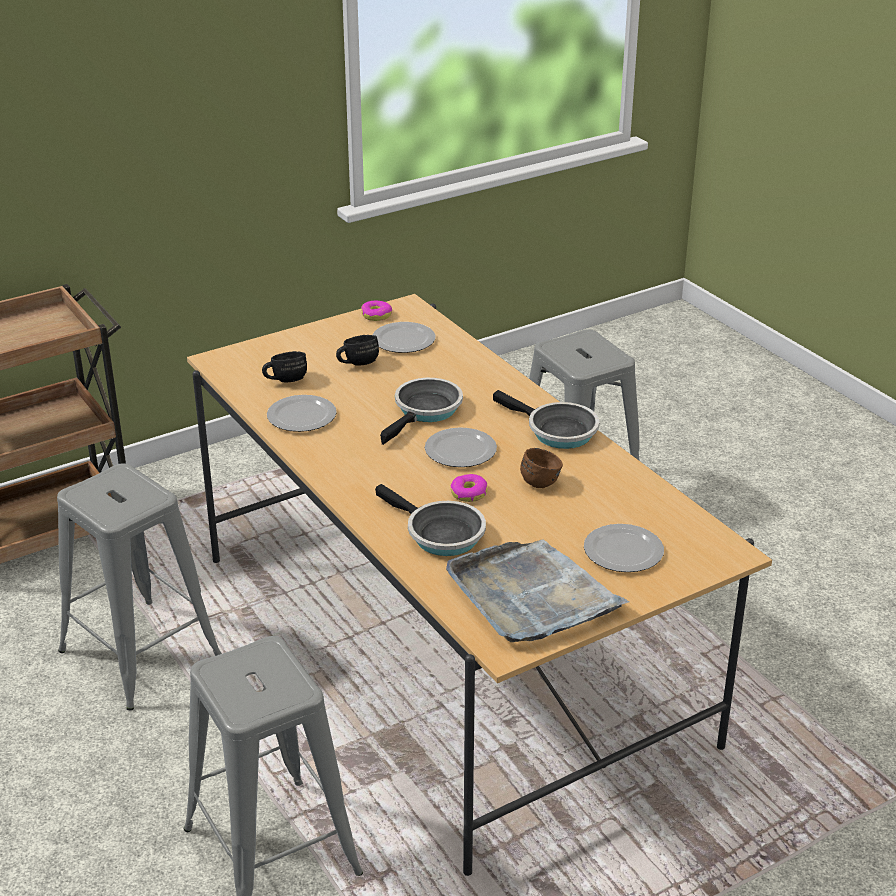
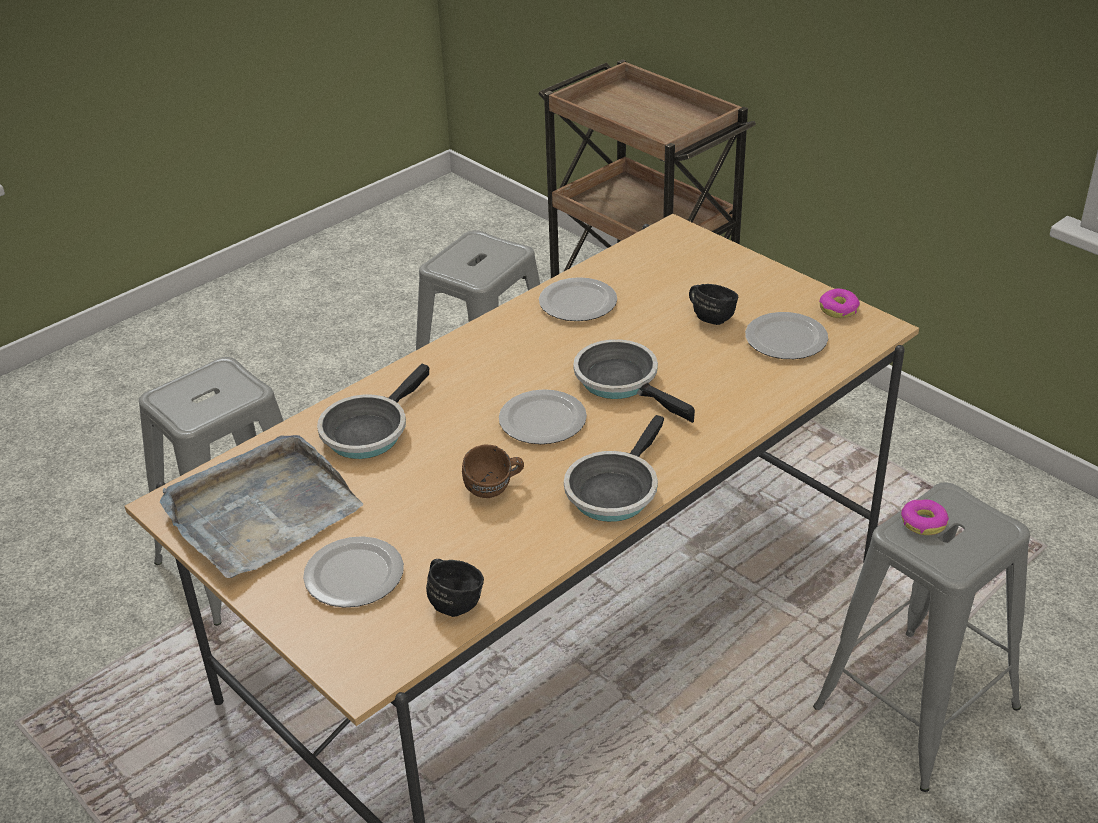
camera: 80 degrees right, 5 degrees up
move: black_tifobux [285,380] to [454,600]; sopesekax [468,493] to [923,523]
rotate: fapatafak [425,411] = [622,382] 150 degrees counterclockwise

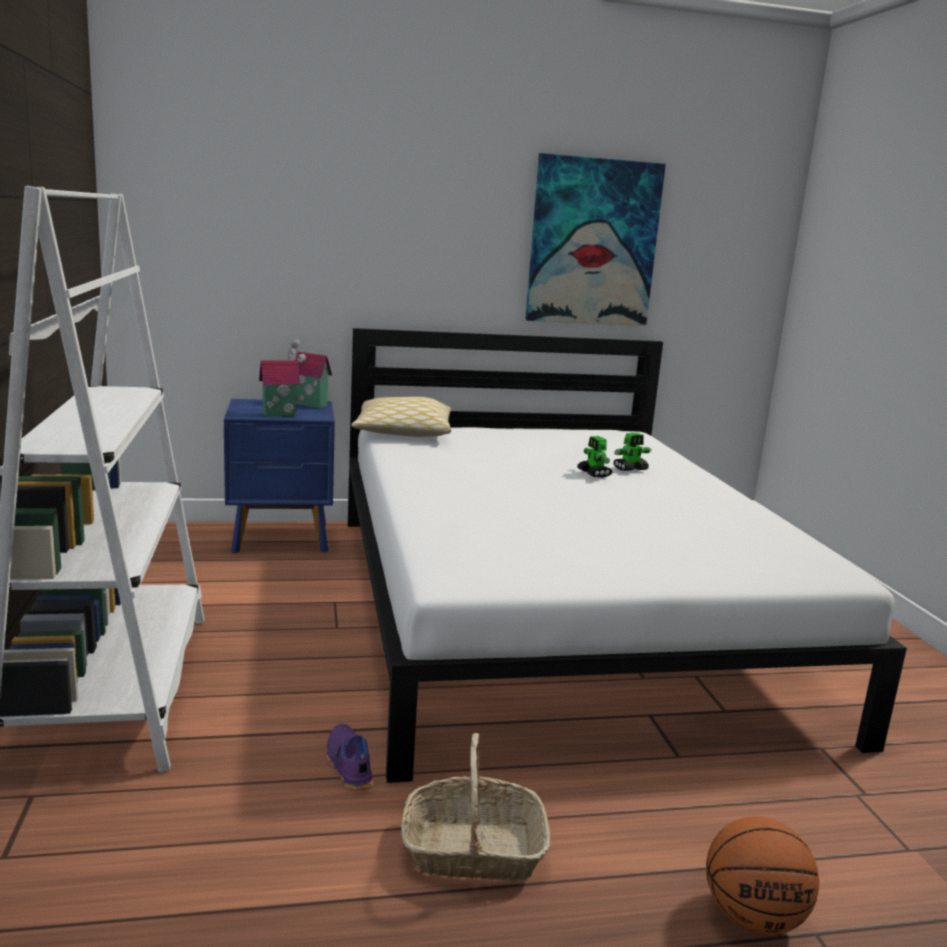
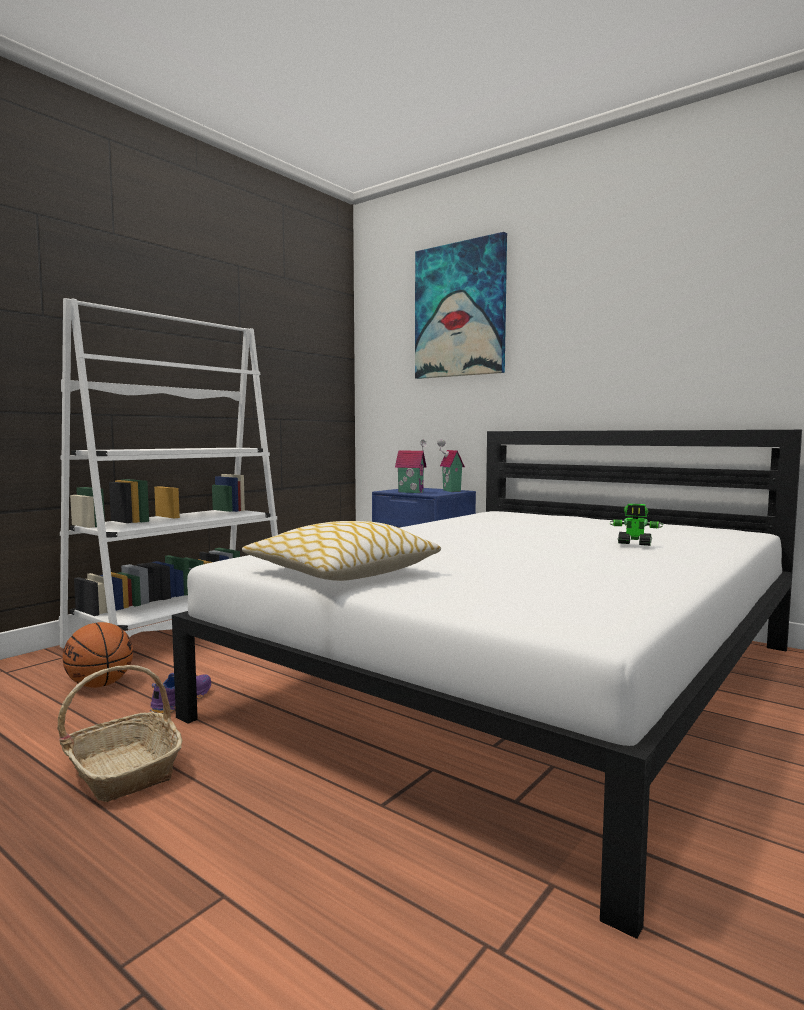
camera: 50 degrees right, 10 degrees down
delete: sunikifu [594,474]
move: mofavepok [403,432] to [341,573]; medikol [593,242] to [460,310]; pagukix [753,918] to [99,685]

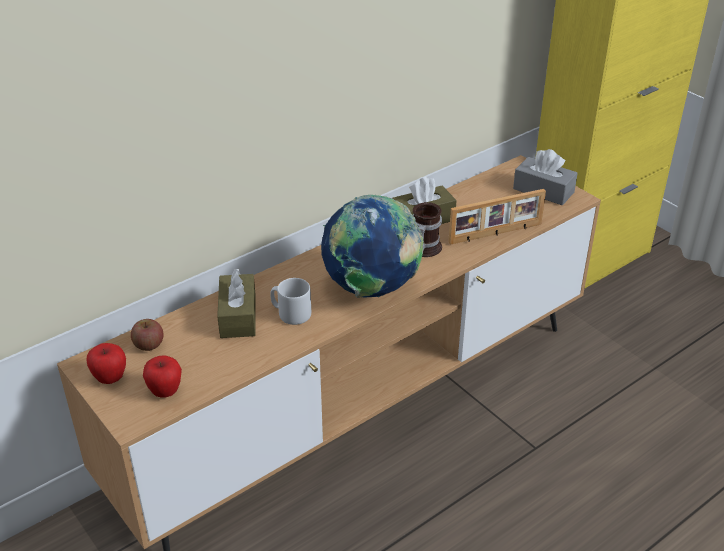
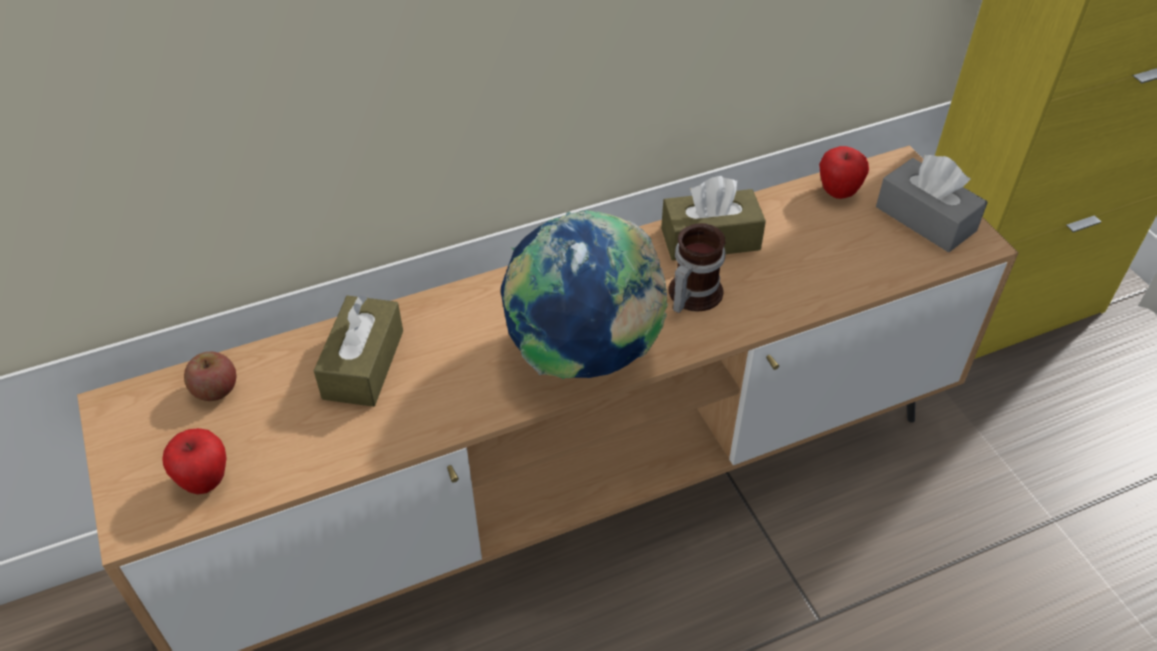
camera: 15 degrees right, 10 degrees up
delete: grey_tifobux [291,314]; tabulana [496,234]
move: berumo [110,378] to [838,192]

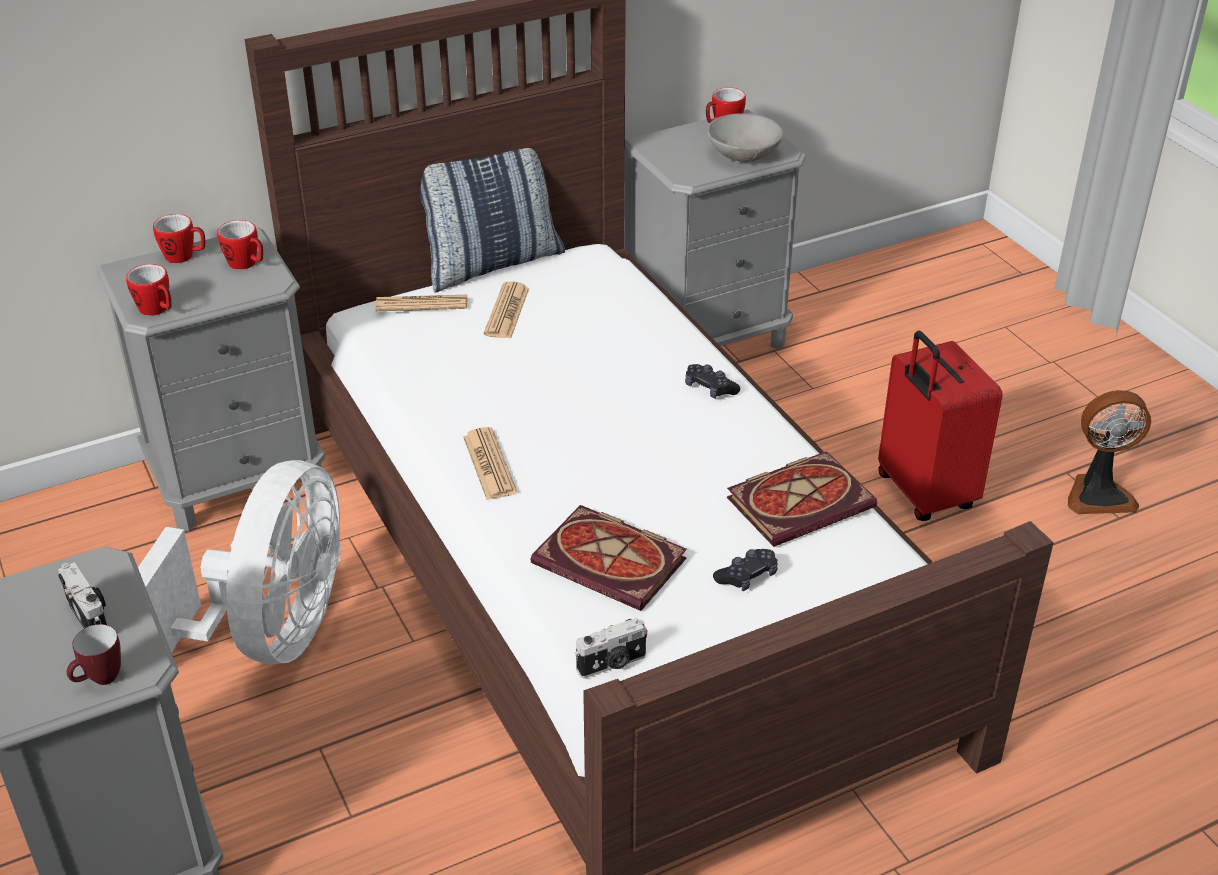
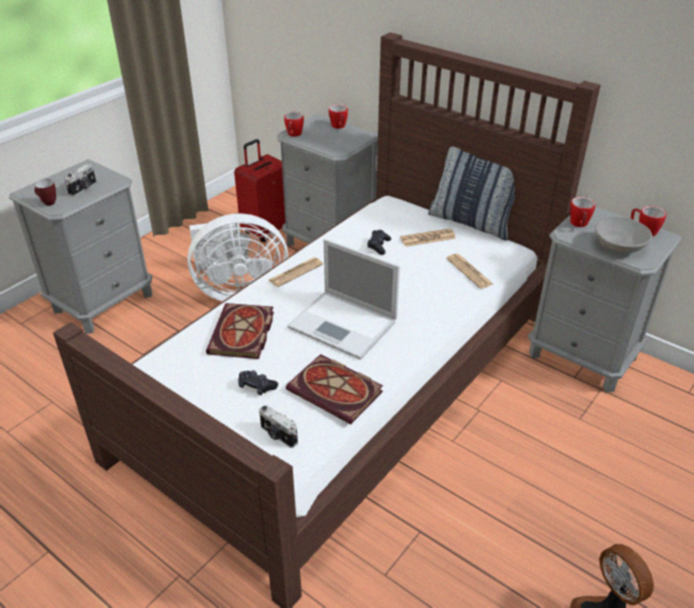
camera: 65 degrees right, 0 degrees up
insert: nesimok [344,325]
move: tifobux [247,264] to [579,225]; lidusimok [422,304] to [469,271]; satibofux [612,664] to [278,435]; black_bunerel [710,388] to [378,246]; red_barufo [923,493] to [267,230]

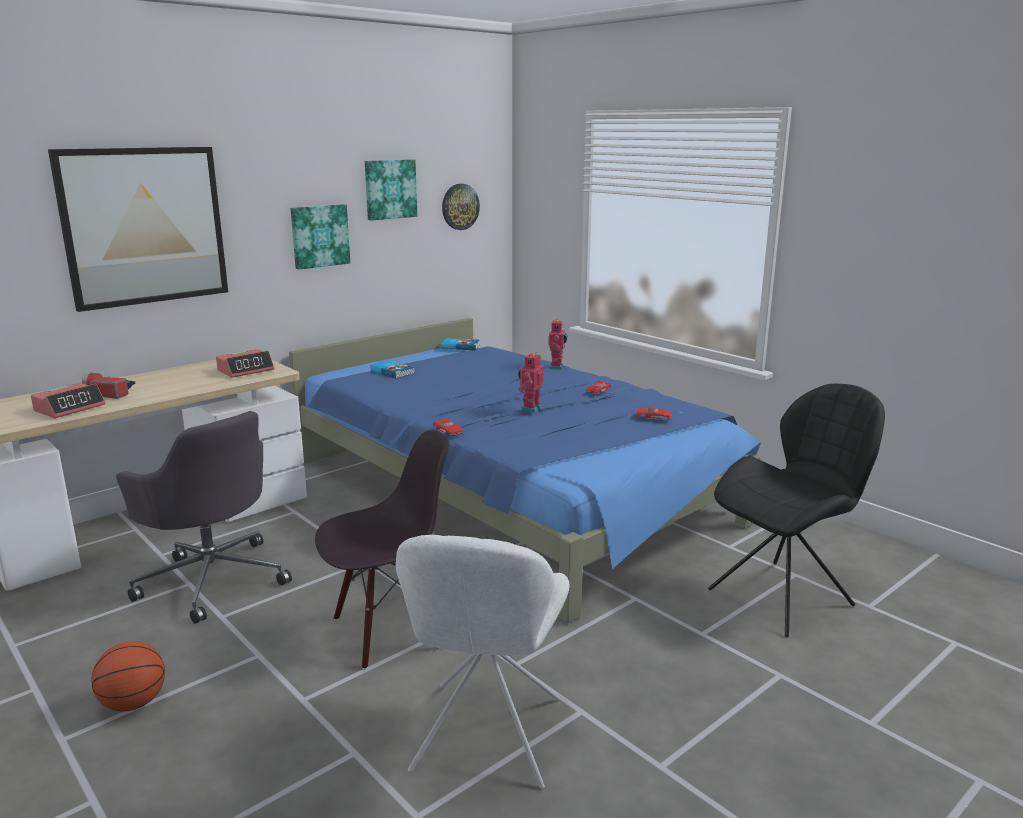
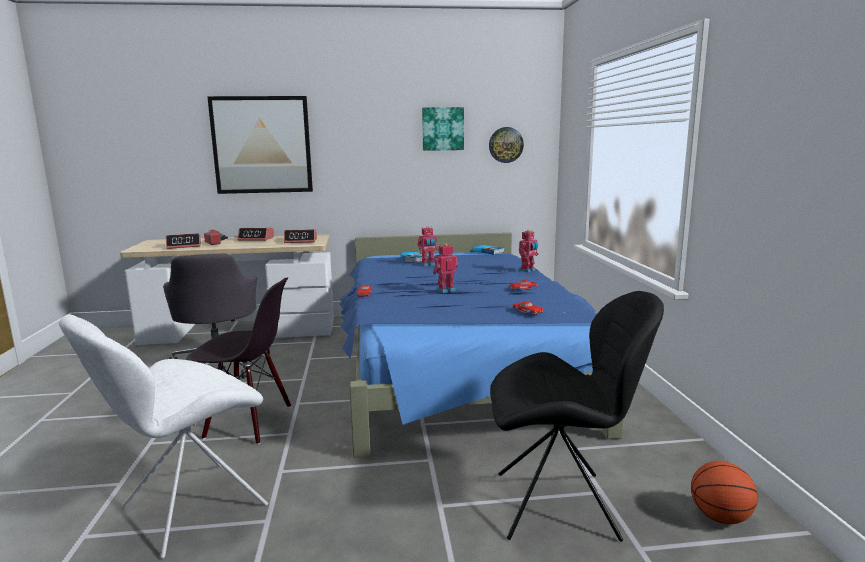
camera: 35 degrees right, 5 degrees down
delete: medikol [319,236]
insert: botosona [256,239]; sunikifu [428,265]
move: pagukix [133,703] to [720,517]

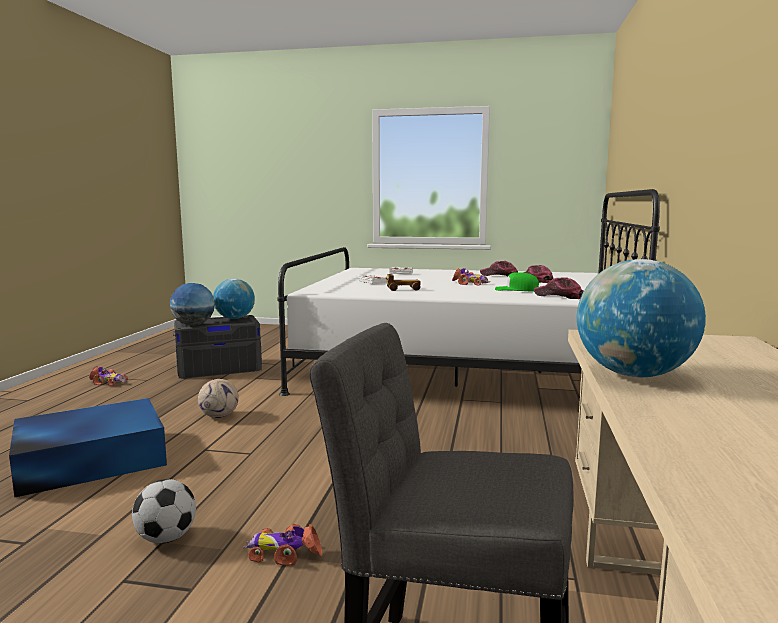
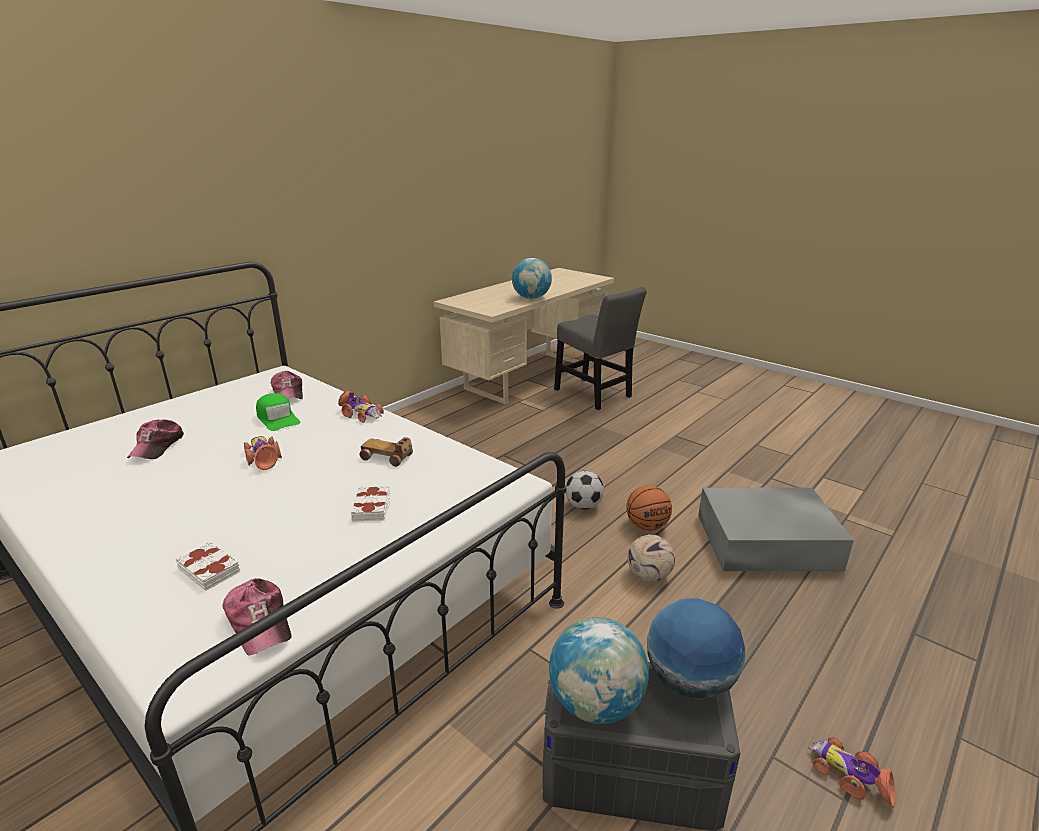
camera: 150 degrees left, 15 degrees up
insert: pagukix [647,526]
move: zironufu [166,539] to [583,506]; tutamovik [284,553] to [360,413]; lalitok [499,275] to [260,622]
recolor: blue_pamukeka [89,460] to grey_pamukeka [769,542]

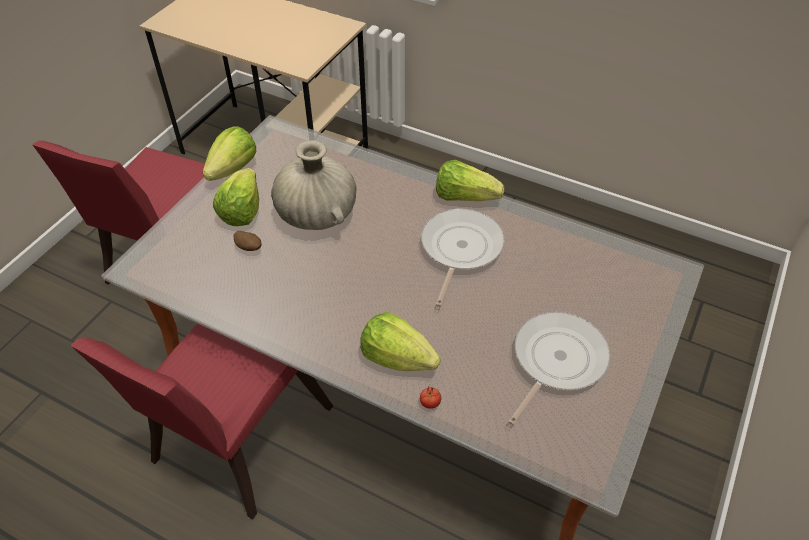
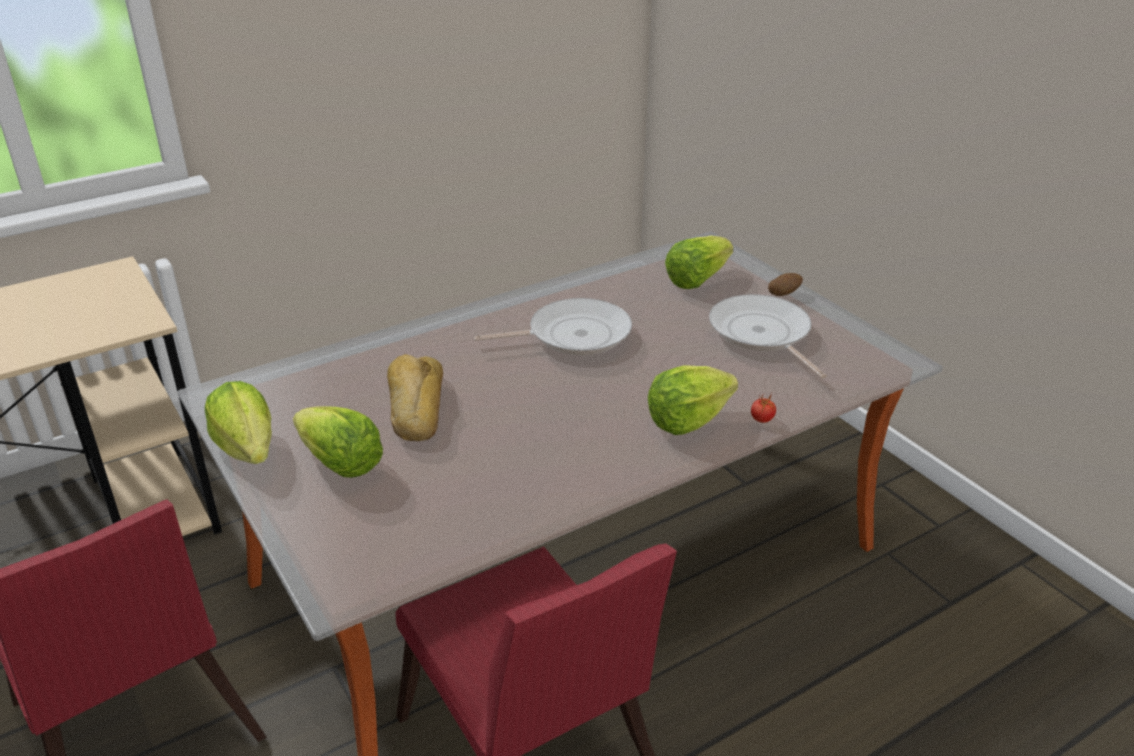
camera: 60 degrees left, 15 degrees down
move: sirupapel [249,248] to [783,294]; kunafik [464,196] to [697,279]
replace: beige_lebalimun [317,214] to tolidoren [414,407]
rotate: fapatafak [459,249] = [573,335] 120 degrees clockwise

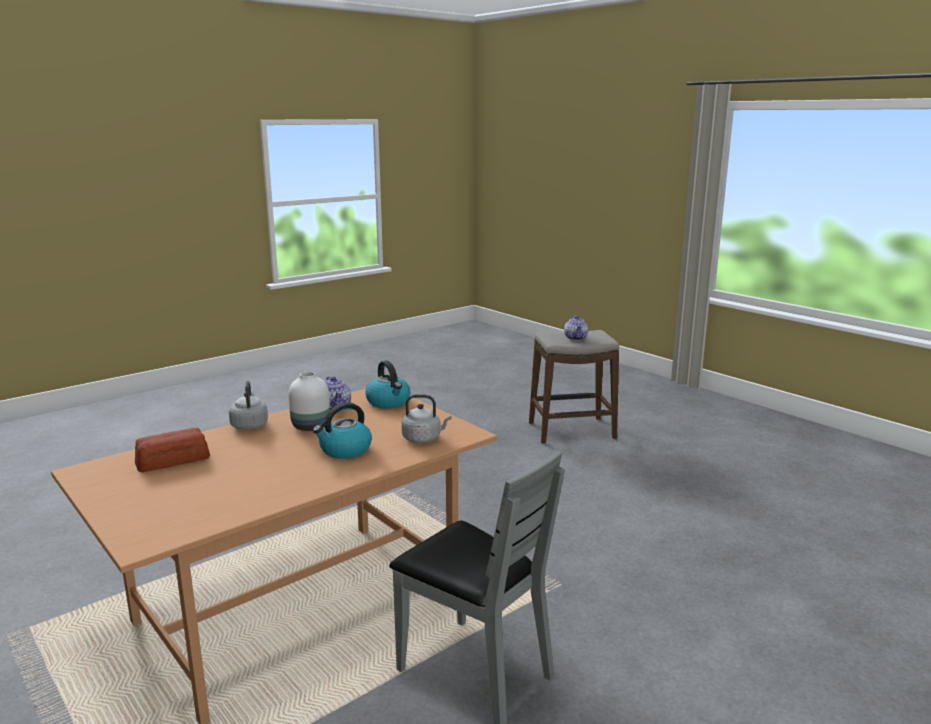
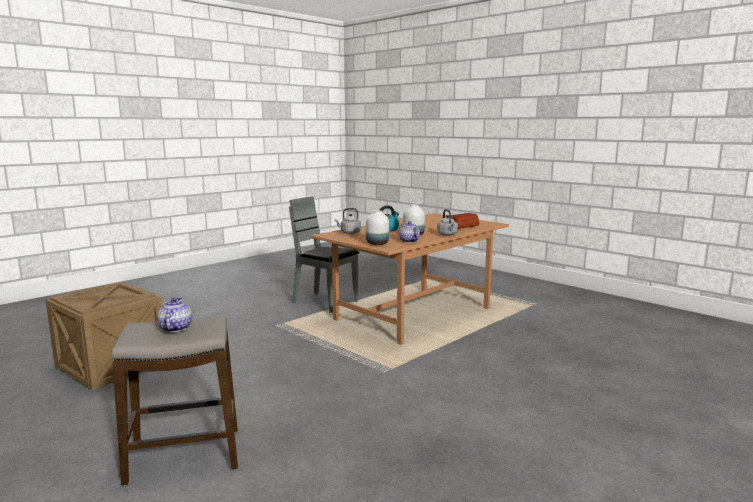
camera: 175 degrees right, 5 degrees down
insert: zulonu [112,367]
replace: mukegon [389,402] to white_lebalimun [377,243]

